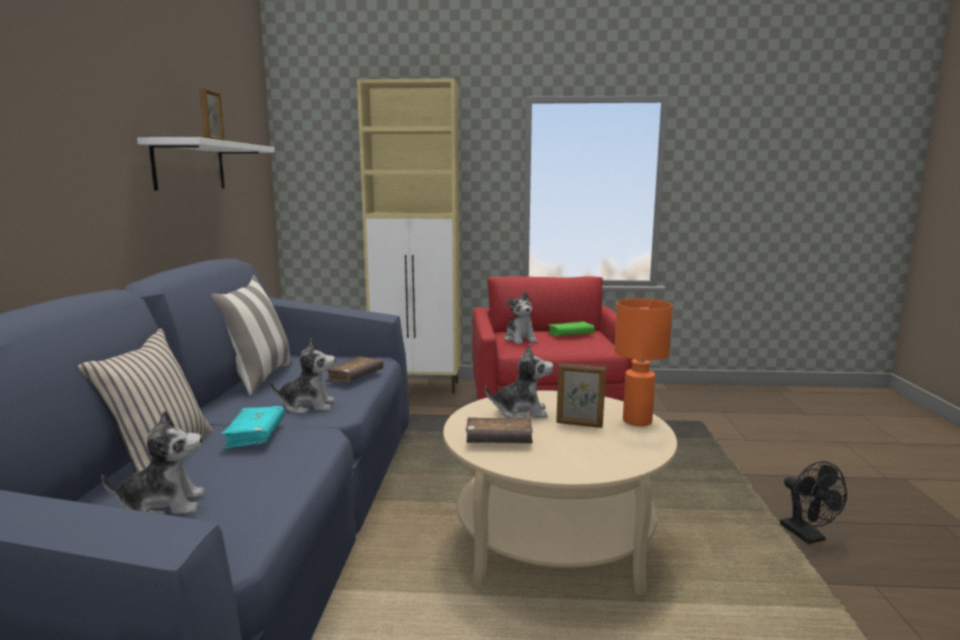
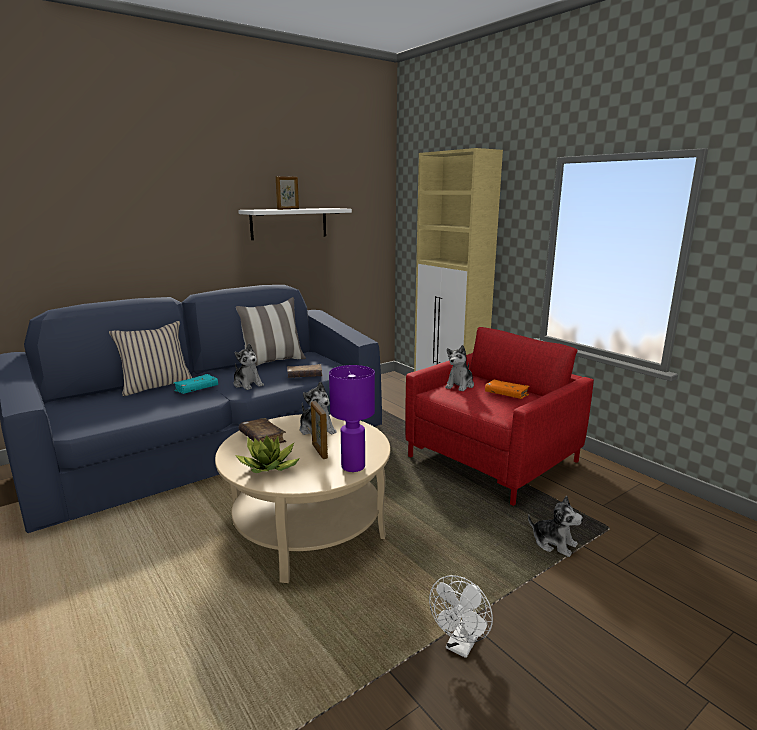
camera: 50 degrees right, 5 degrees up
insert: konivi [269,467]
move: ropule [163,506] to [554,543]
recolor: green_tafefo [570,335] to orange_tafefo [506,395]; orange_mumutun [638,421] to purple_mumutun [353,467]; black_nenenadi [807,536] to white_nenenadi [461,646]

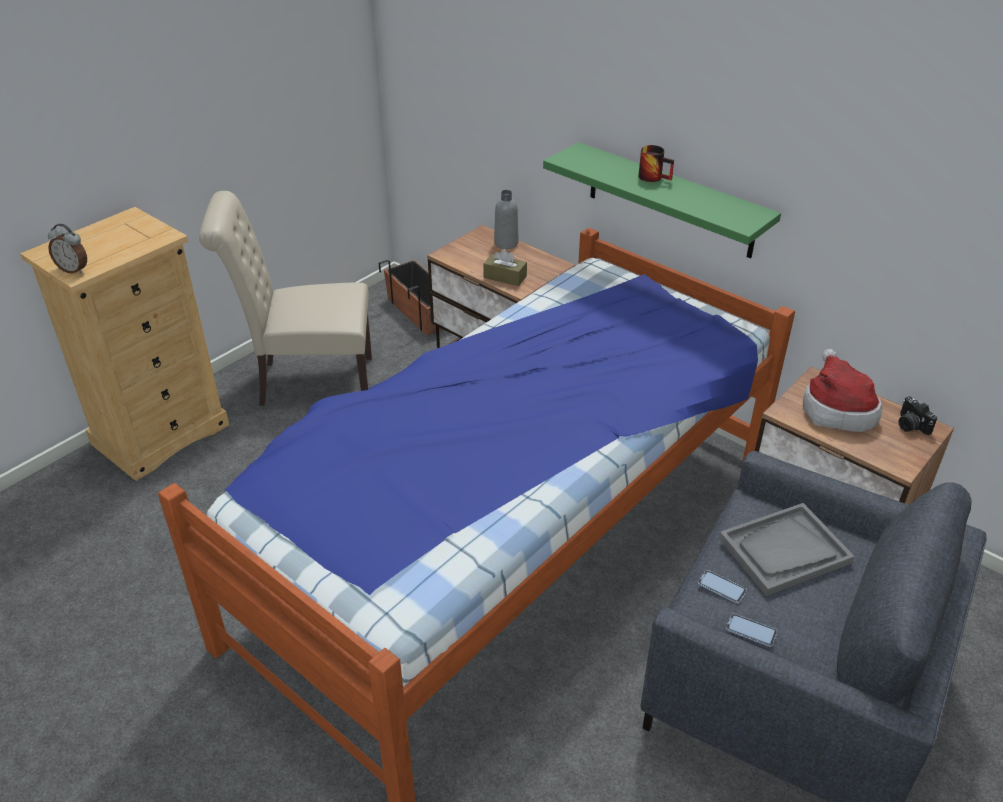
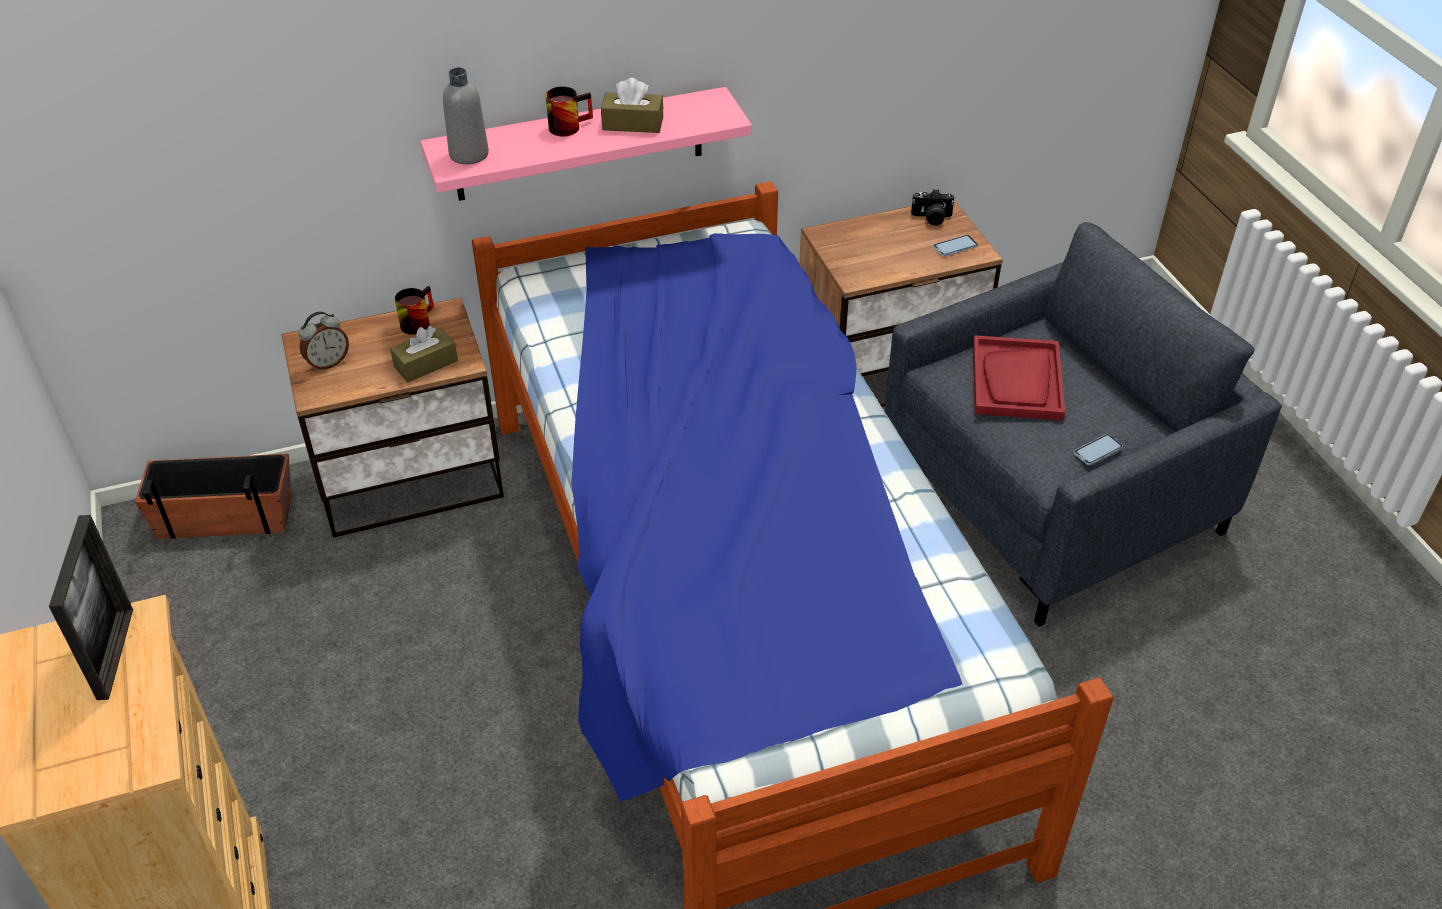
camera: 60 degrees left, 5 degrees up
delete: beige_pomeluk [308,381]; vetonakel [836,409]
insert: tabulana [115,653]; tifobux [416,321]; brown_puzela [633,123]
move: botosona [74,270] to [328,363]; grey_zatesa [506,243] to [469,154]; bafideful [721,587] to [955,246]
recolor: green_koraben [670,200] to pink_koraben [579,144]; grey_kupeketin [784,551] to red_kupeketin [1017,381]

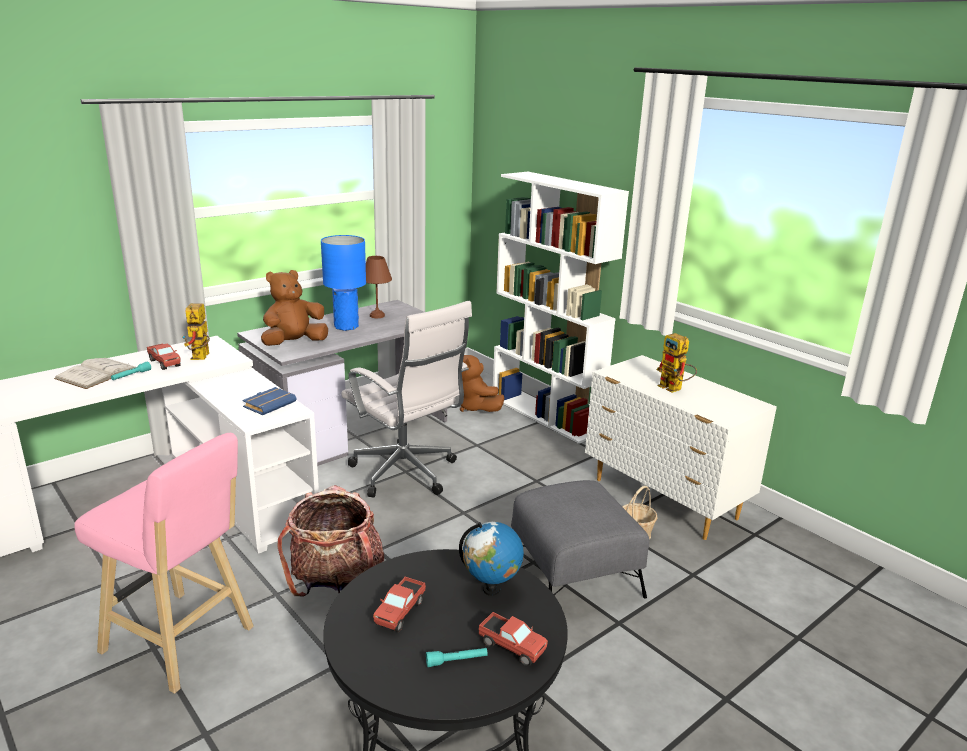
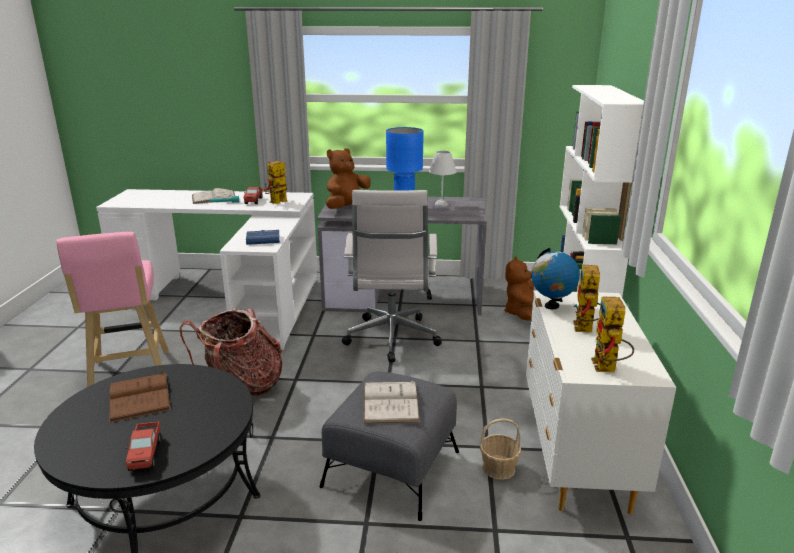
camera: 45 degrees right, 0 degrees up
delete: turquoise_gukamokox [456,661]
insert: white_tafefo [390,402]; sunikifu [607,369]
move: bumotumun [491,589] to [551,306]
replace: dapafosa [400,613] to brown_tafefo [139,397]
recolor: brown_mumutun [378,315] to white_mumutun [442,204]
rotate: brown_ropule [294,343] = [348,208] 45 degrees counterclockwise

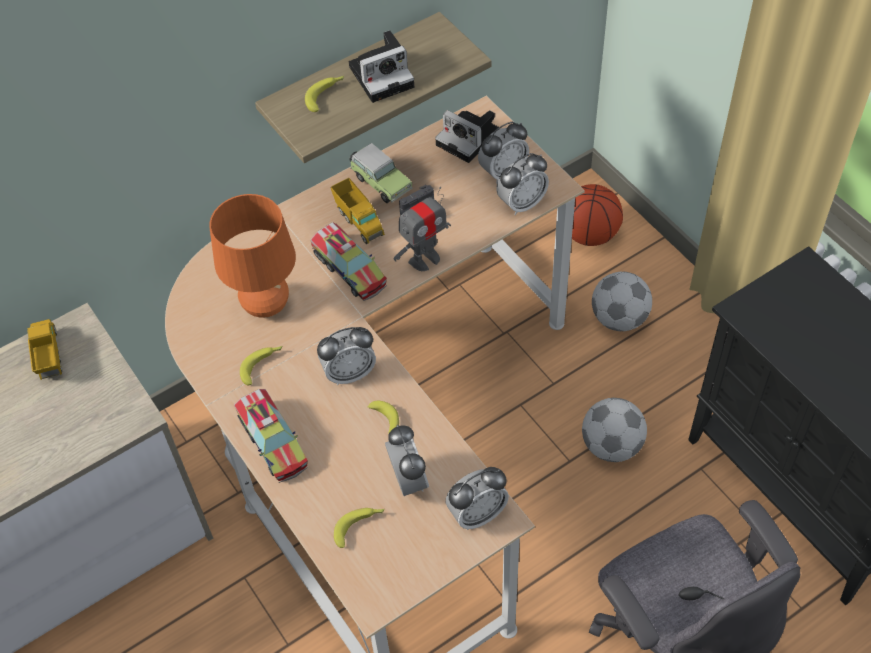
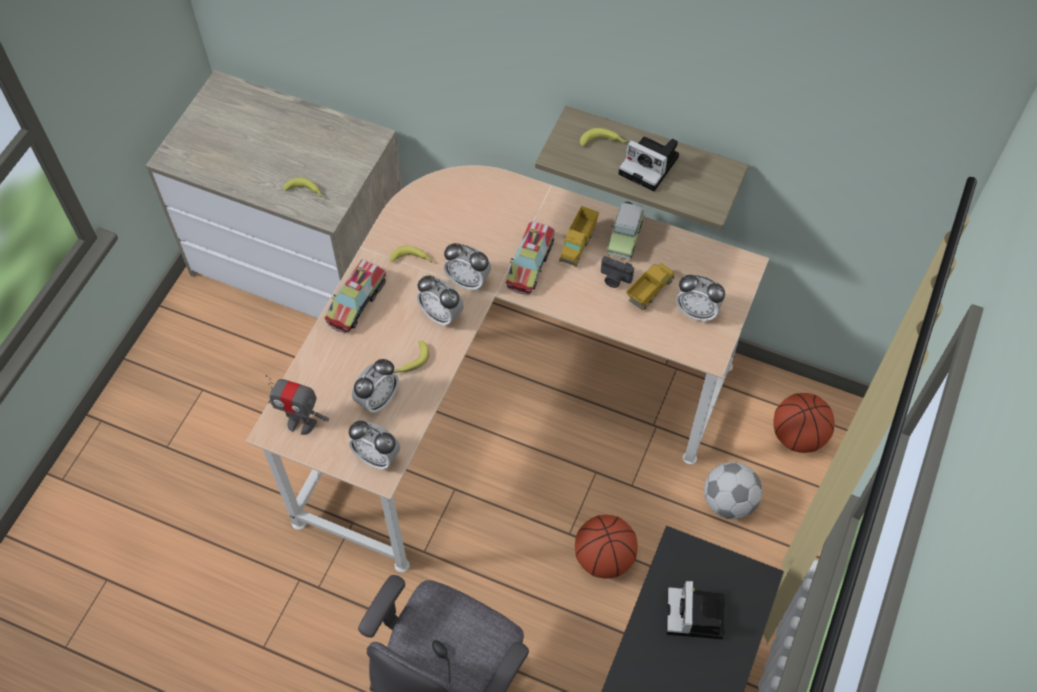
camera: 55 degrees right, 5 degrees up
delete: orange_mumutun [266,305]
move: dapafosa [49,357] to [649,293]; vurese [359,526] to [305,192]; sunikifu [424,259] to [301,423]; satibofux [470,139] to [695,618]; botosona [521,203] to [468,281]
replace: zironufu [612,445] to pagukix [604,557]

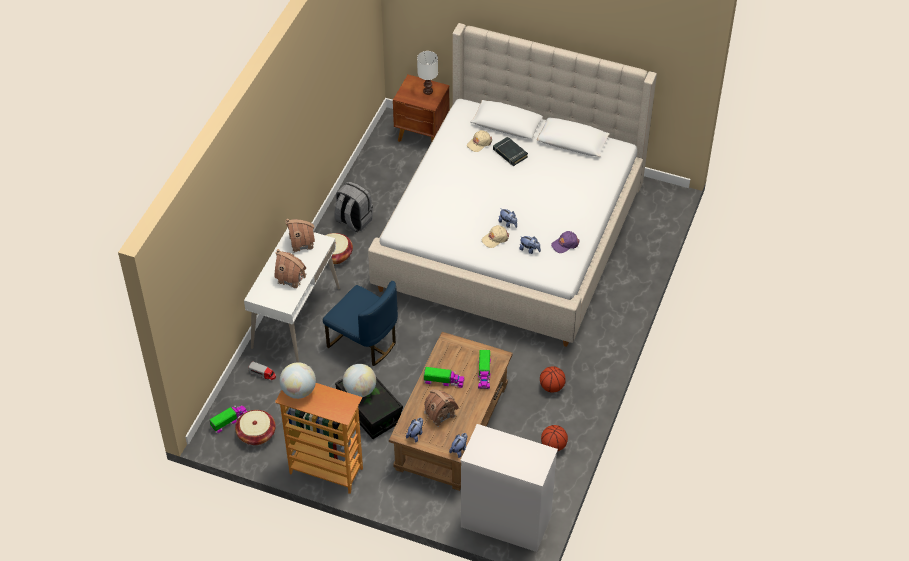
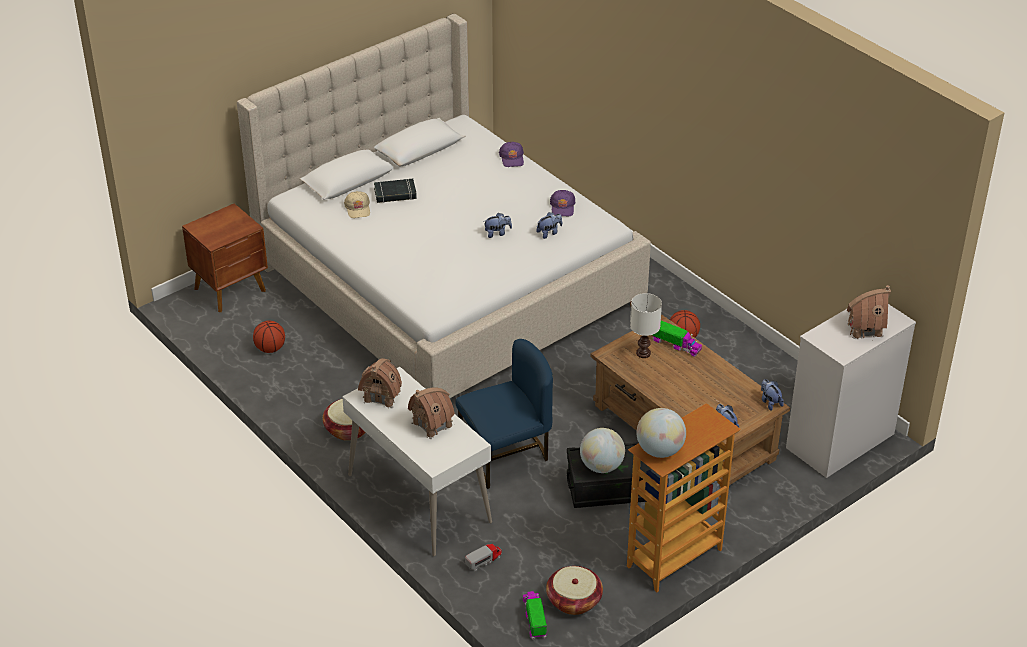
camera: 60 degrees left, 10 degrees down
delete: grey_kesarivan [353,221]; dapafosa [444,381]; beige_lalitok [495,238]
insert: purple_lalitok [512,158]
move: white_mumutun [427,91] to [643,353]; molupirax [440,414] to [865,328]; pagukix [553,446] to [270,349]

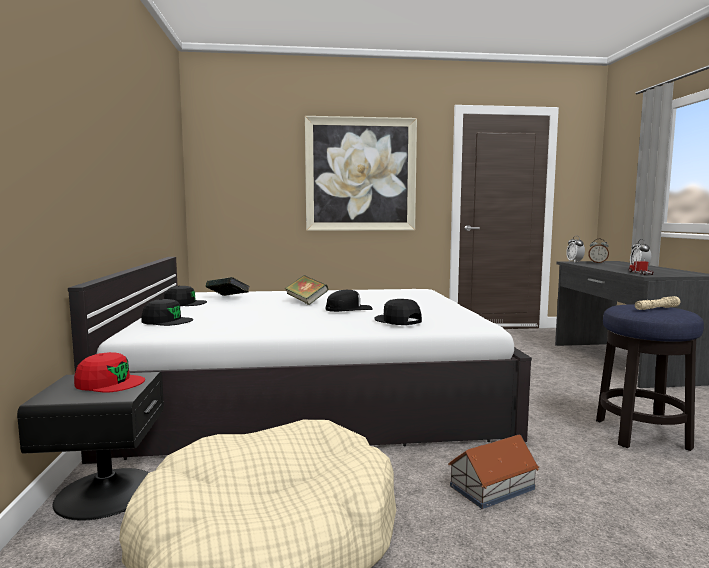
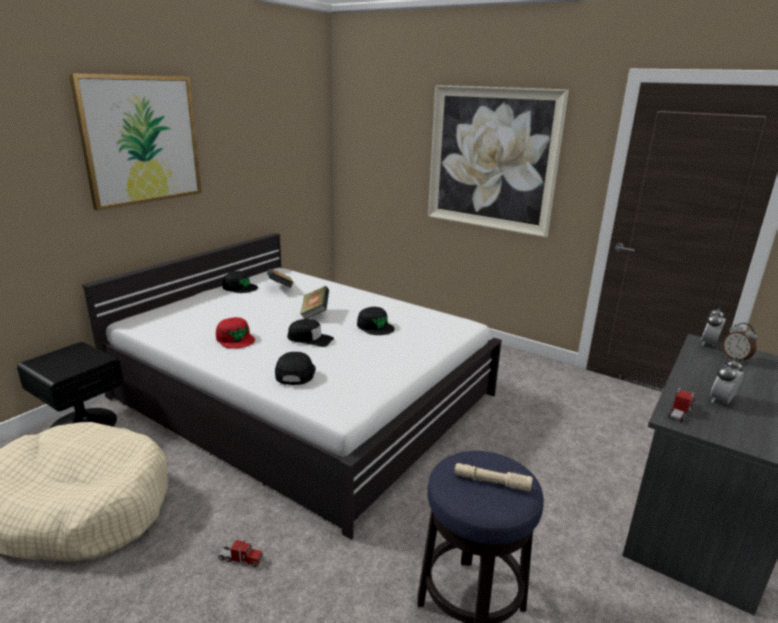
camera: 40 degrees right, 15 degrees up
insert: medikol [141,140]
move: red_lalitok [110,383] to [235,339]; black_lalitok [167,321] to [375,326]
replace: molupirax [491,487] to dapafosa [240,559]

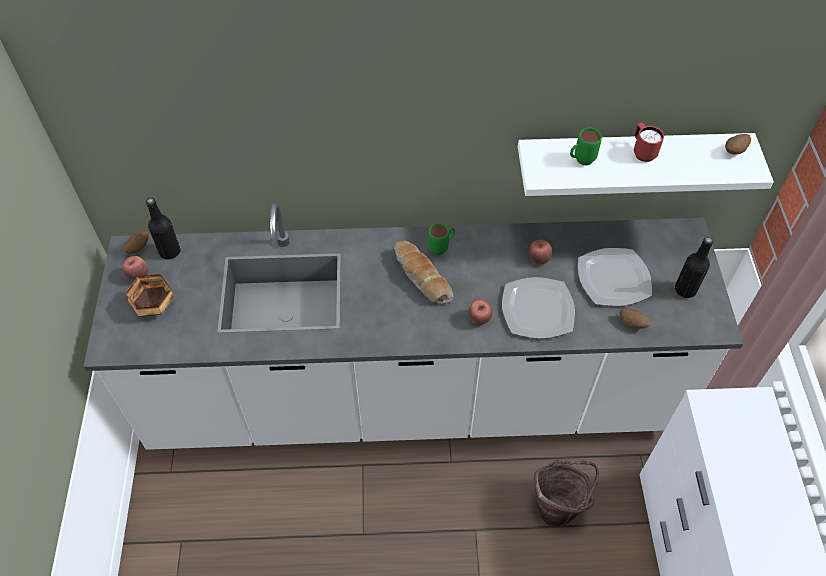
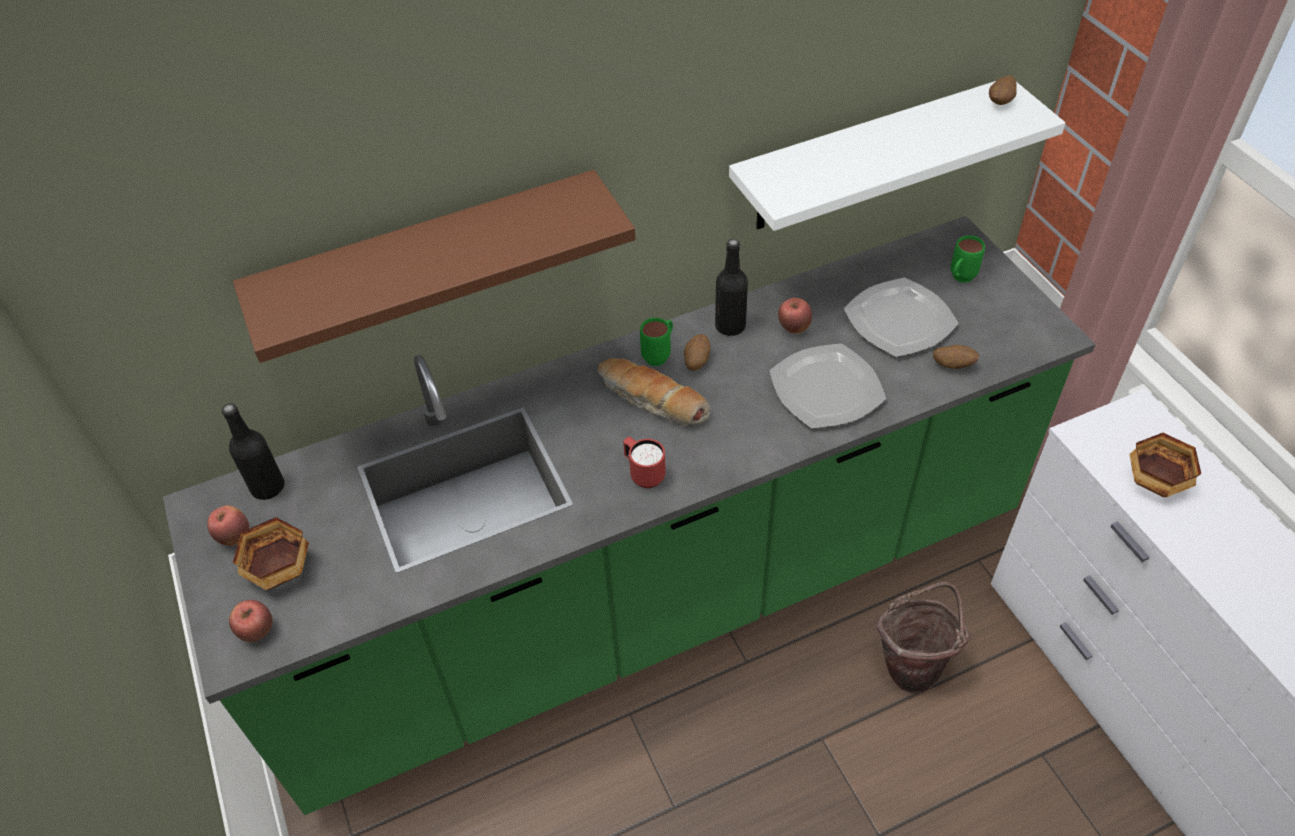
camera: 20 degrees left, 5 degrees down
insert: brown_koraben [430,261]; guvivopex [1156,483]
move: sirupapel [139,247] to [696,361]; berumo [479,319] to [257,631]; green_tifobux [580,161] to [959,279]; red_tifobux [642,152] to [643,474]; black_zatesa [685,289] to [730,326]
recolor: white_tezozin [413,399] to green_tezozin [656,600]

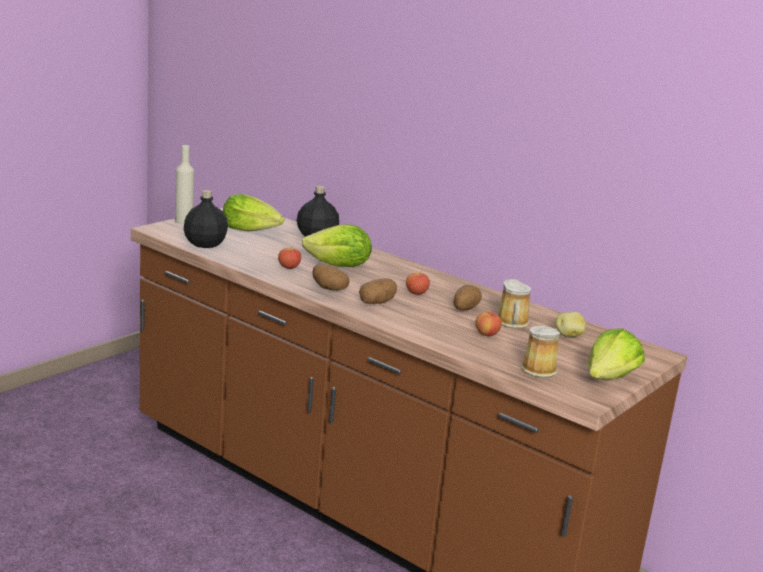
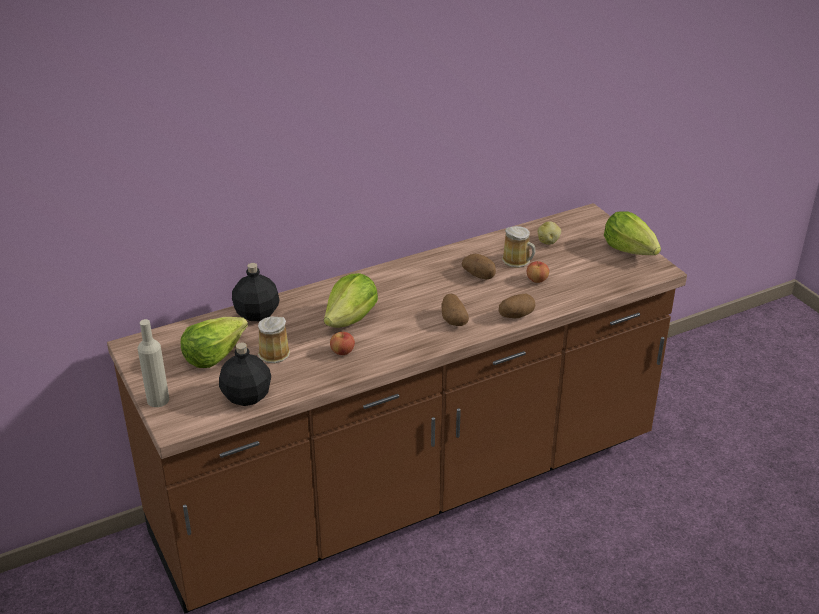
camera: 65 degrees left, 15 degrees up
delete: berumo [416,292]
move: sirupapel [328,288] to [516,315]; tifobux [539,369] to [272,353]

